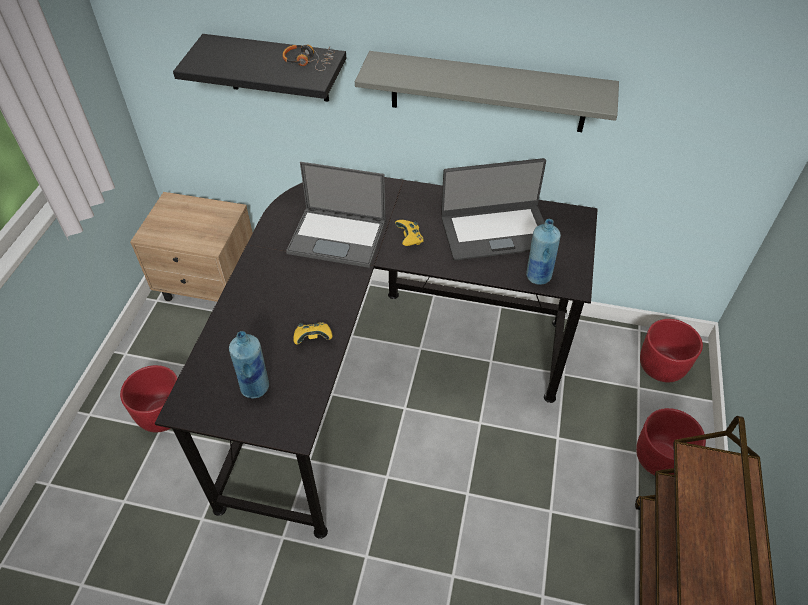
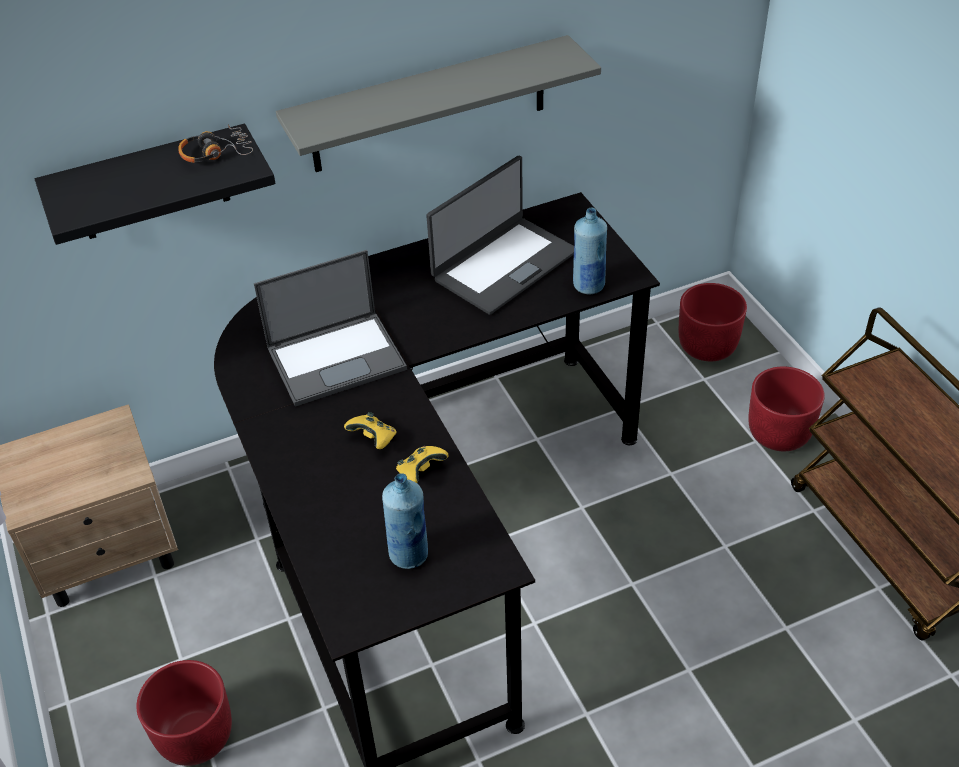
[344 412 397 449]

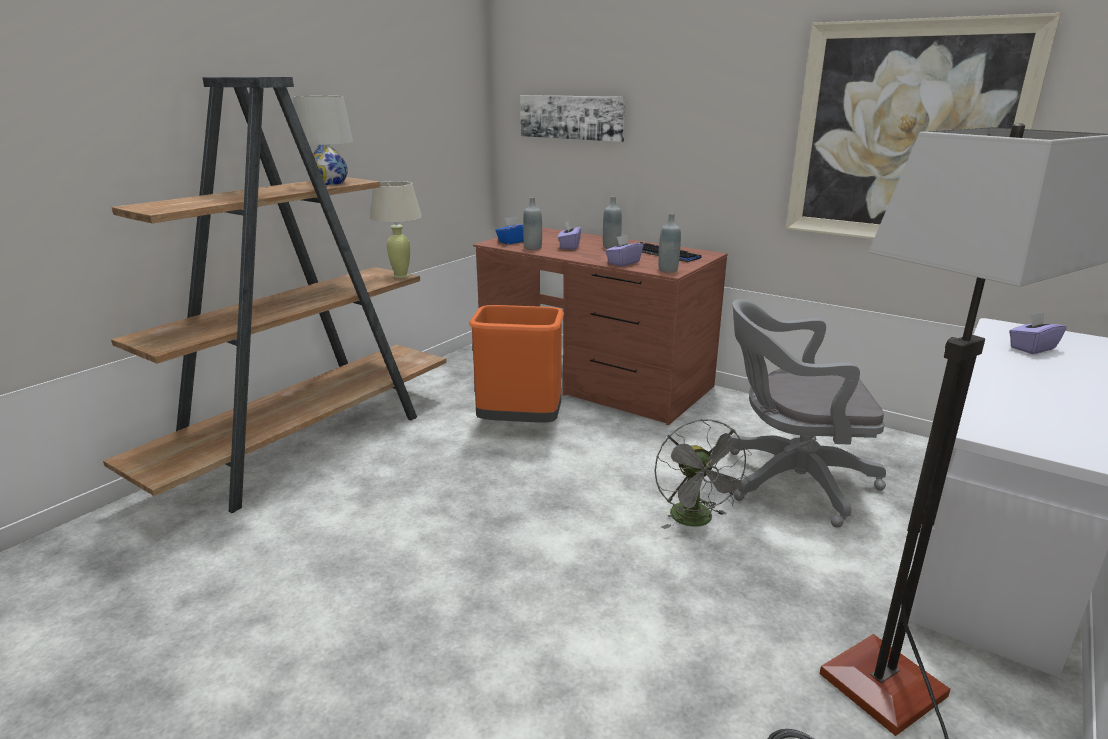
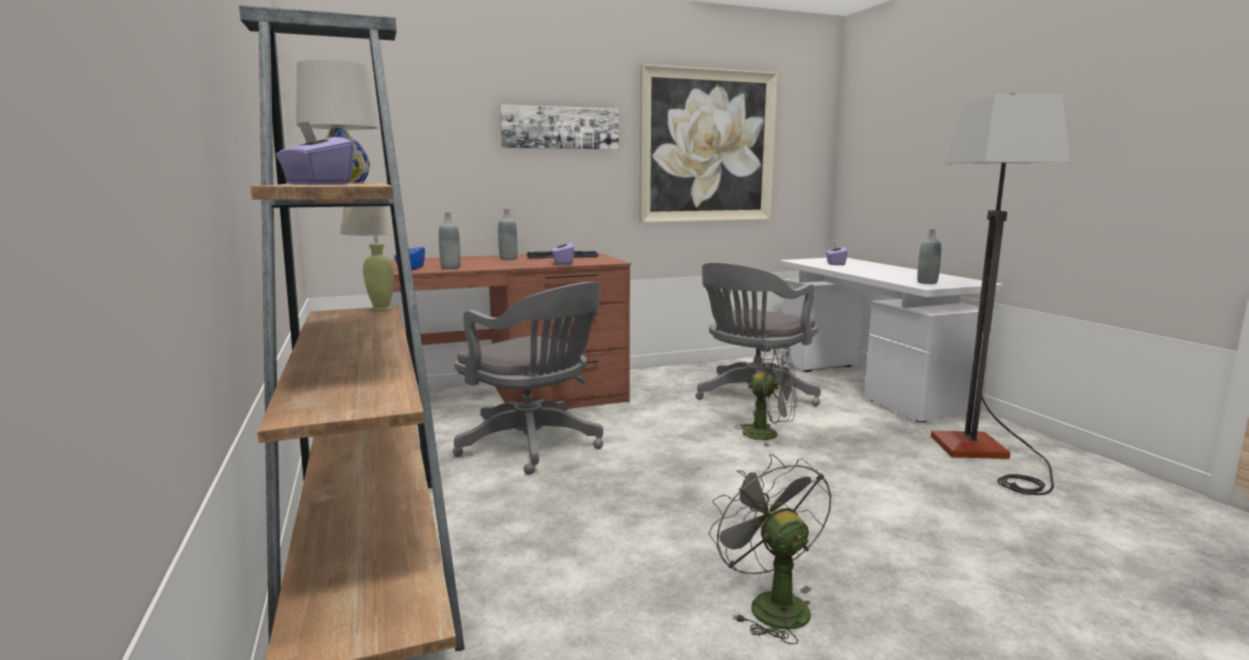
[452 282 603 475]
[500 104 619 150]
[276 121 354 185]
[917 229 941 284]
[708 454 832 644]

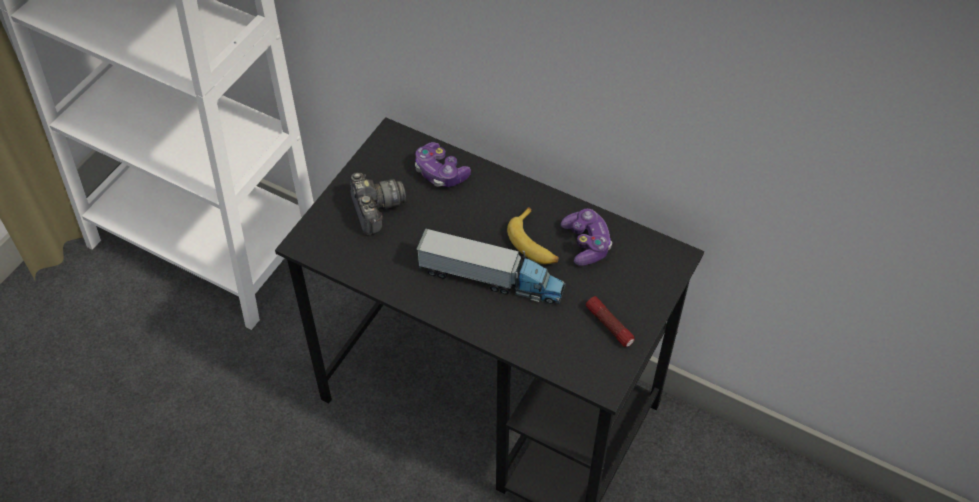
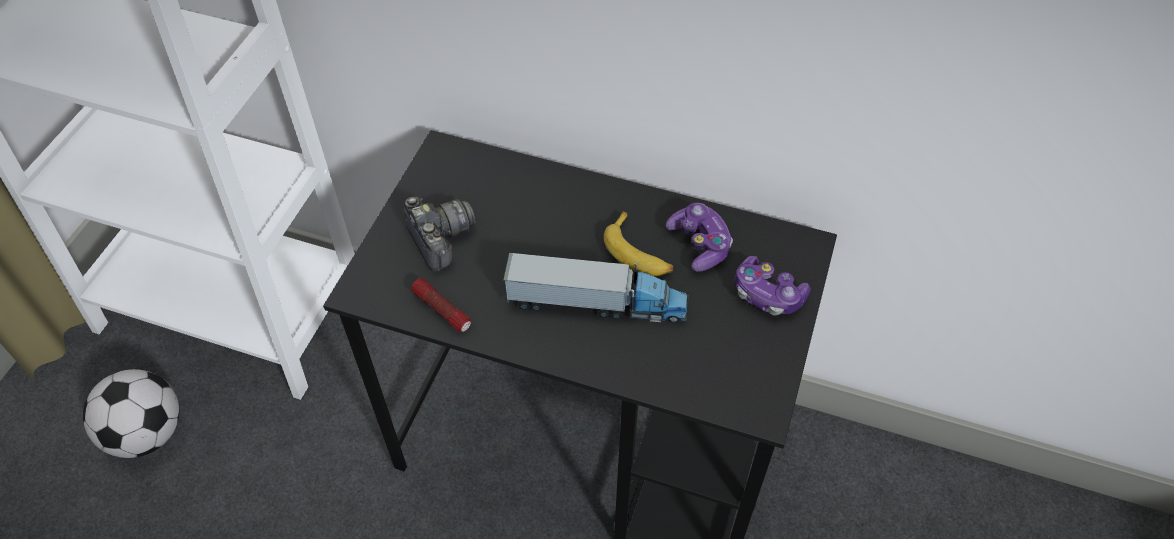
[734 256 810 316]
[411 278 471 332]
[83 369 179 458]

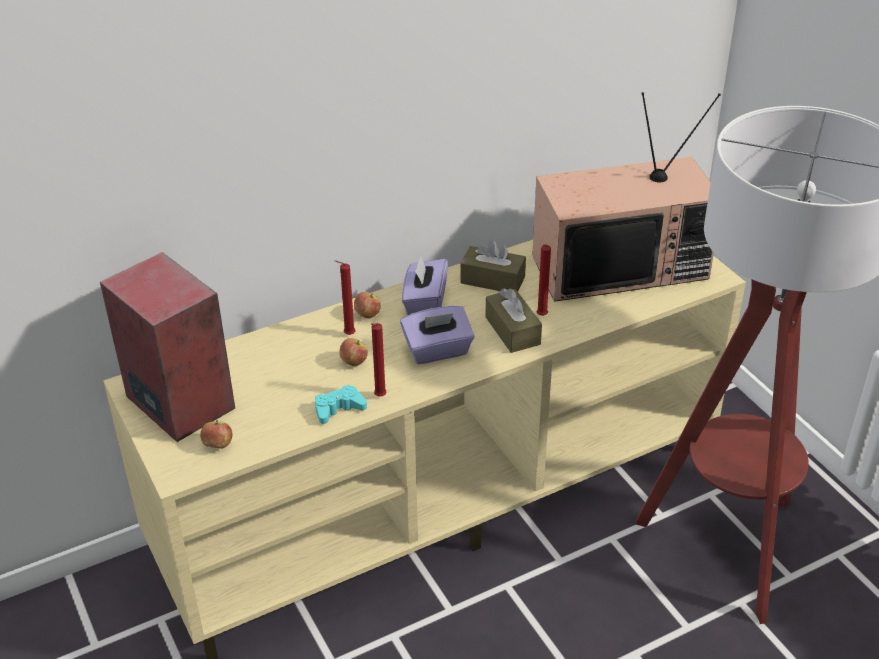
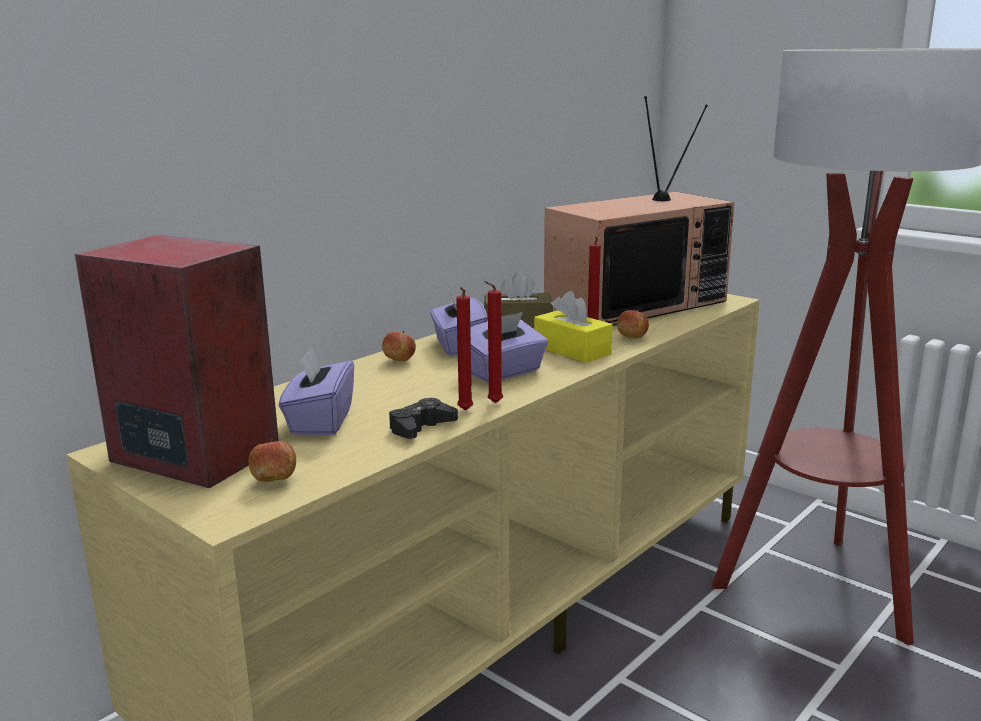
[389 398 458 439]
[484 281 503 403]
[617 310 649 338]
[534 291 613 363]
[279 348 354 435]

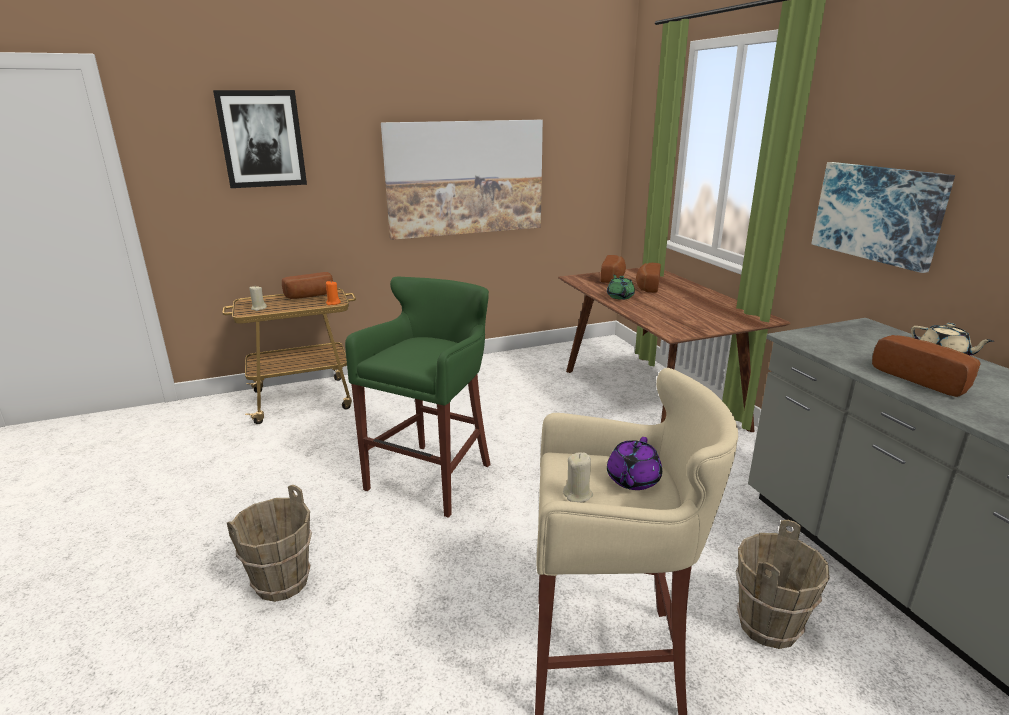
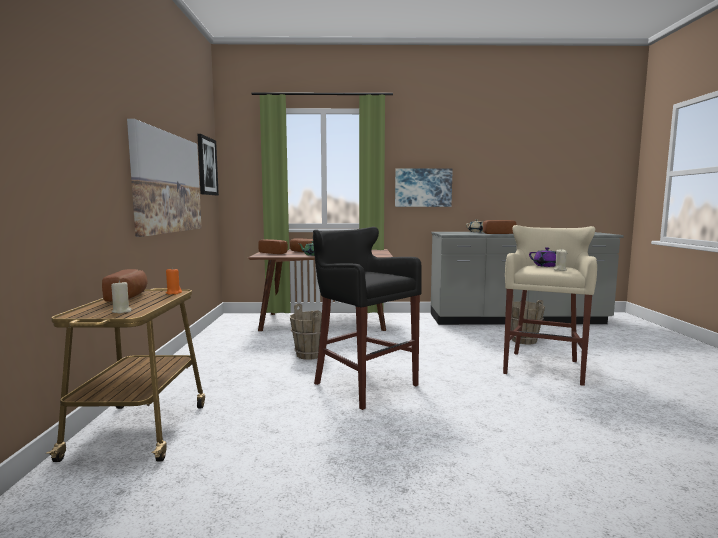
[198 134 219 195]
[290 304 322 360]
[313 227 422 410]

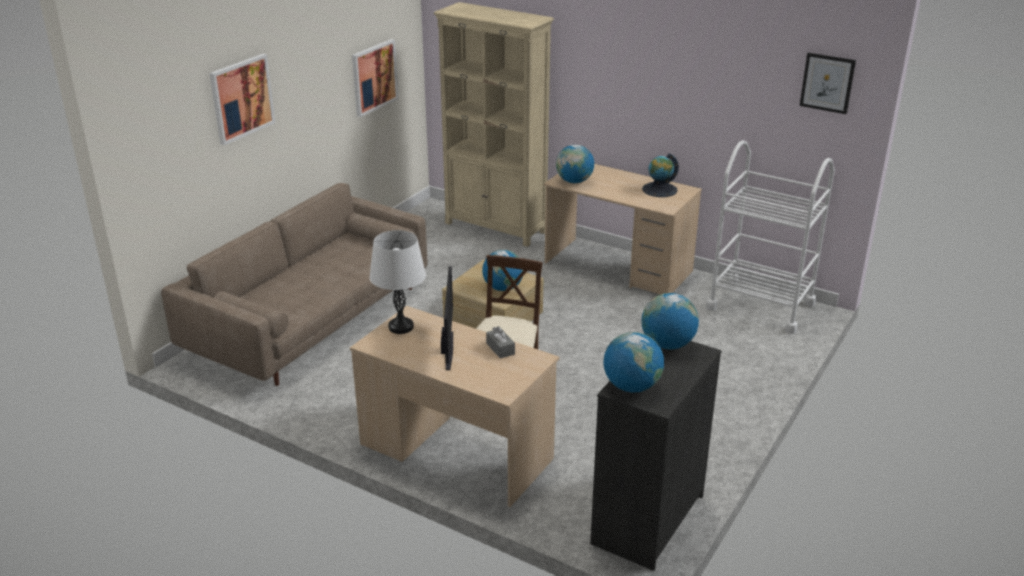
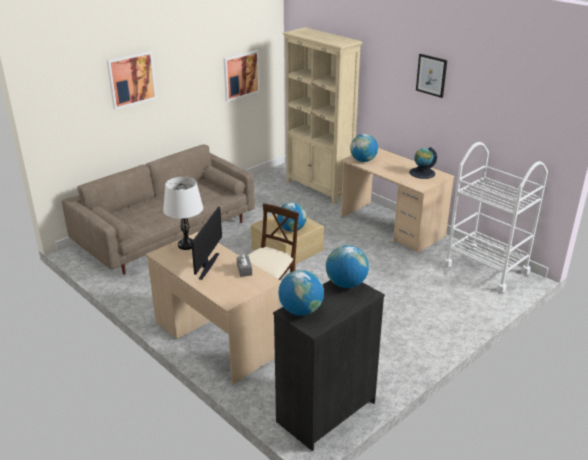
[416 54 447 98]

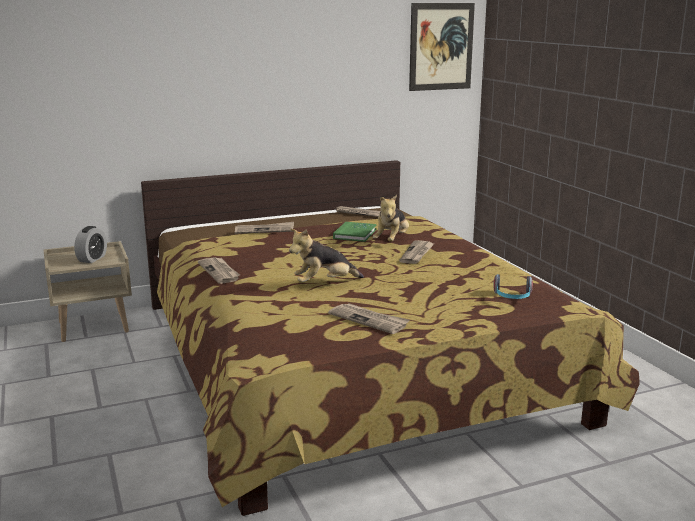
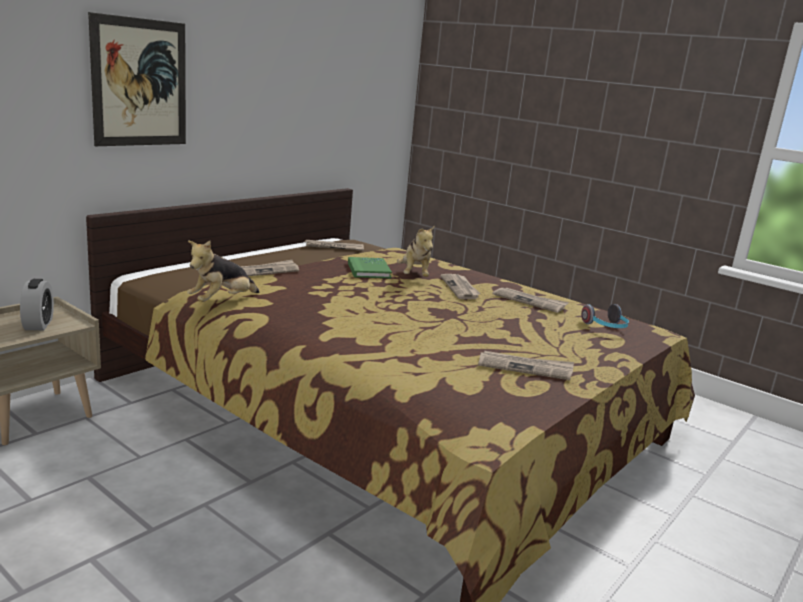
[492 288 569 313]
[188 241 259 302]
[88 12 186 146]

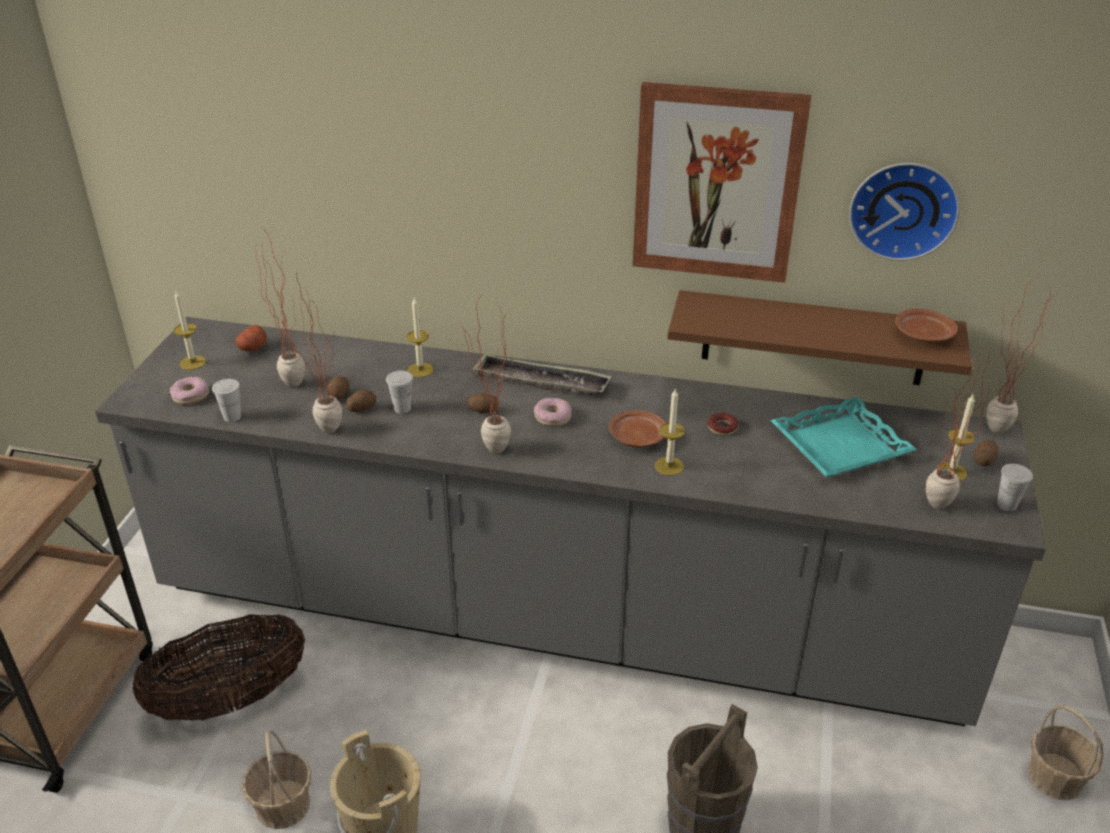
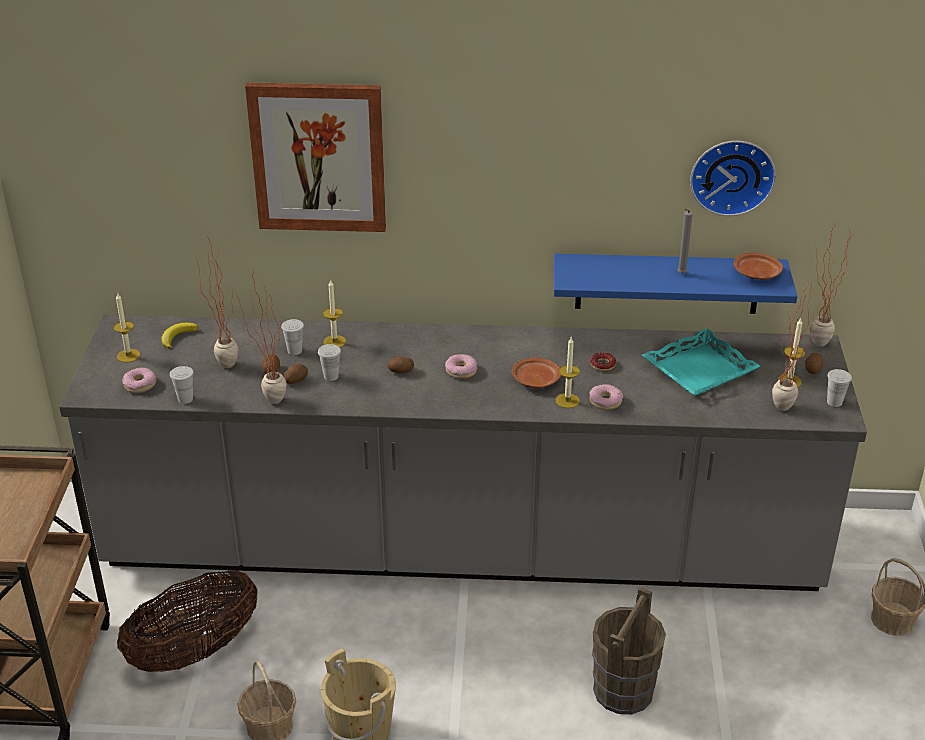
[161 323 198 349]
[461 297 511 454] (first image)
[473 353 612 395] (first image)
[245 82 386 232]
[554 254 798 314]
[281 319 304 355]
[589 384 623 410]
[677 209 693 274]

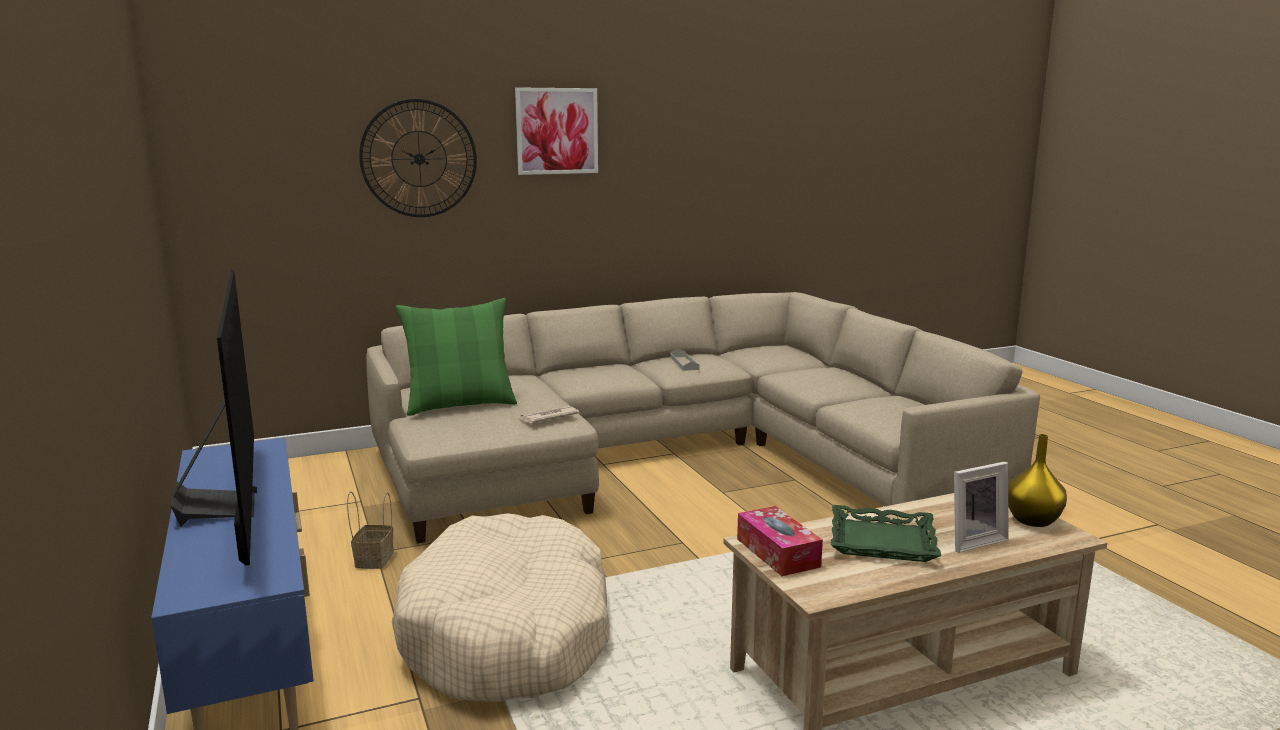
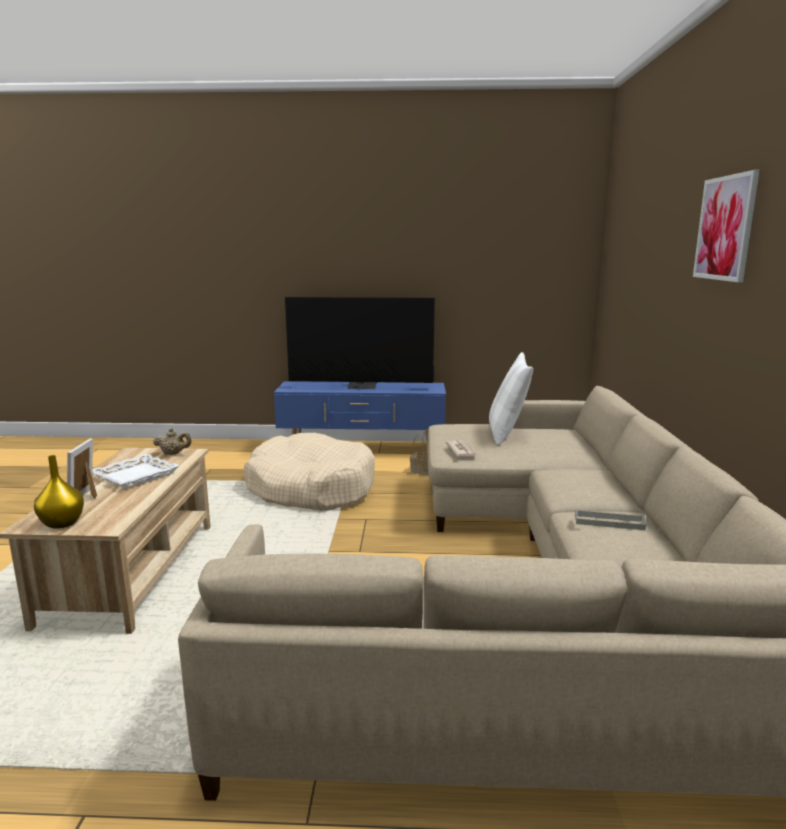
[359 99 477 217] (first image)
[489 352 533 445]
[153 428 192 455]
[92 454 180 489]

